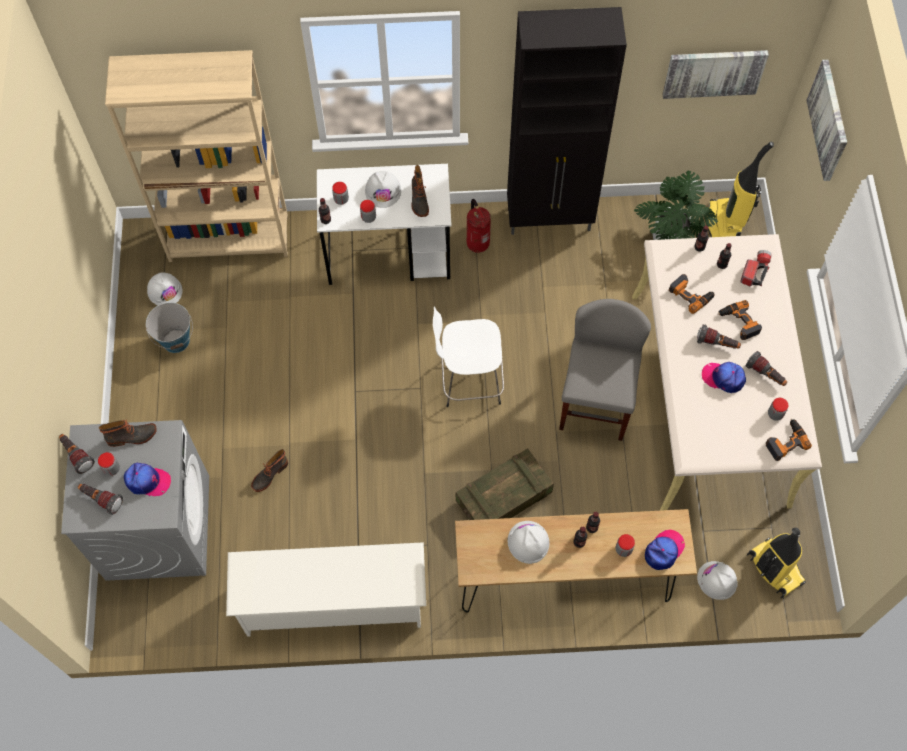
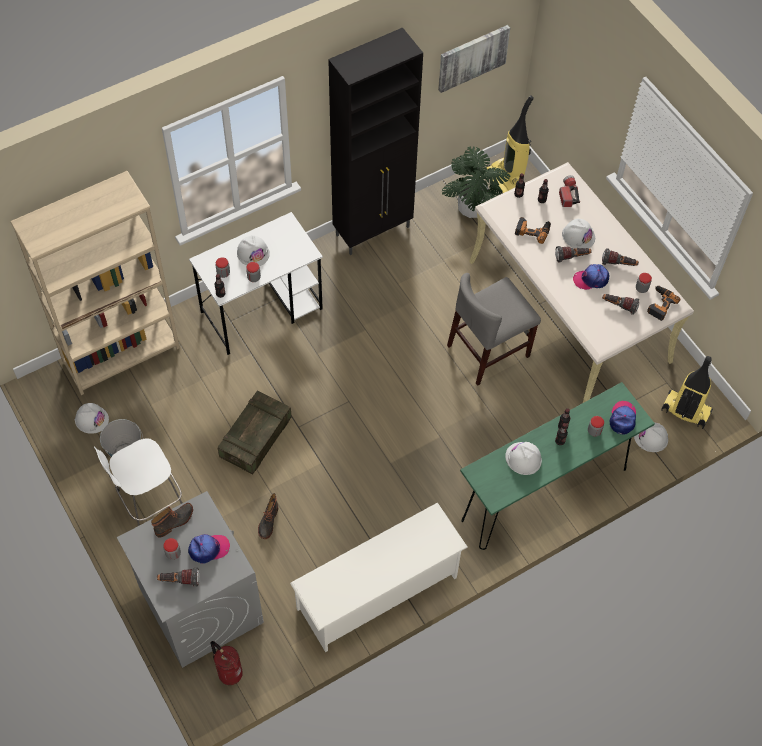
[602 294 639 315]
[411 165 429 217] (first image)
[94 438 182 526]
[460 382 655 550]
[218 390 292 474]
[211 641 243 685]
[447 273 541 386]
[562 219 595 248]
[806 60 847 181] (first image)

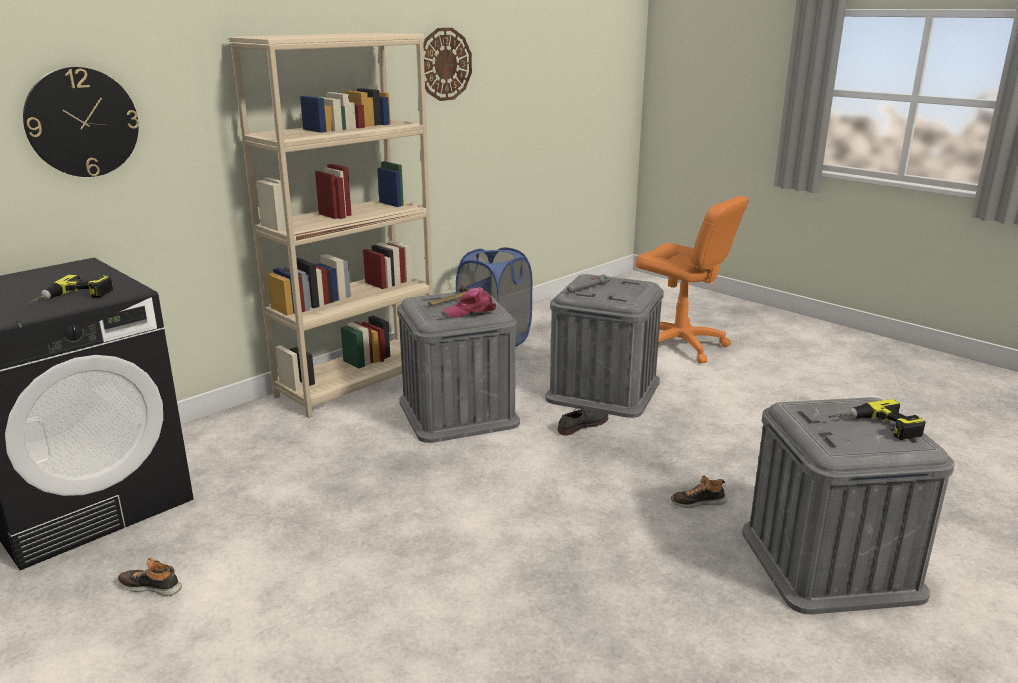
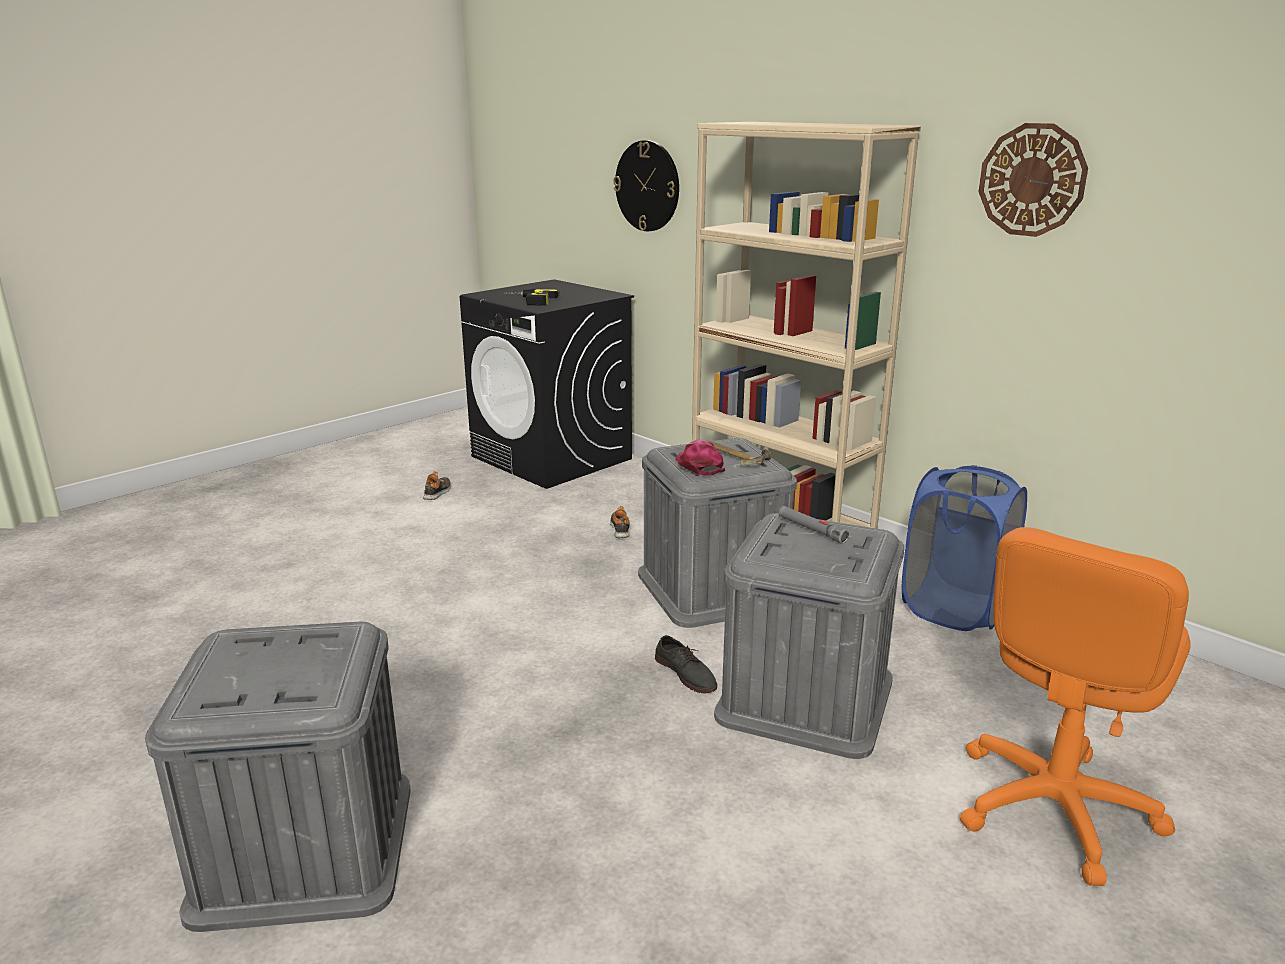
[610 506 630 538]
[829 399 926 440] (first image)

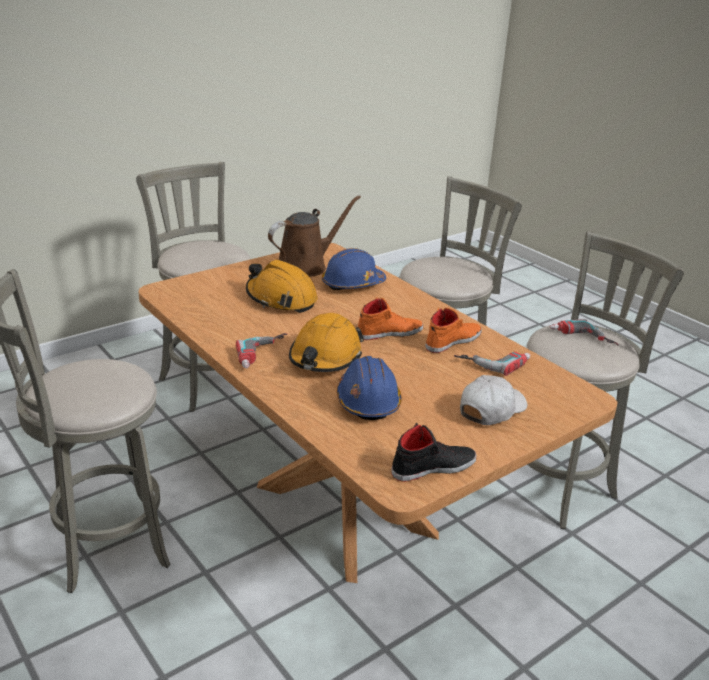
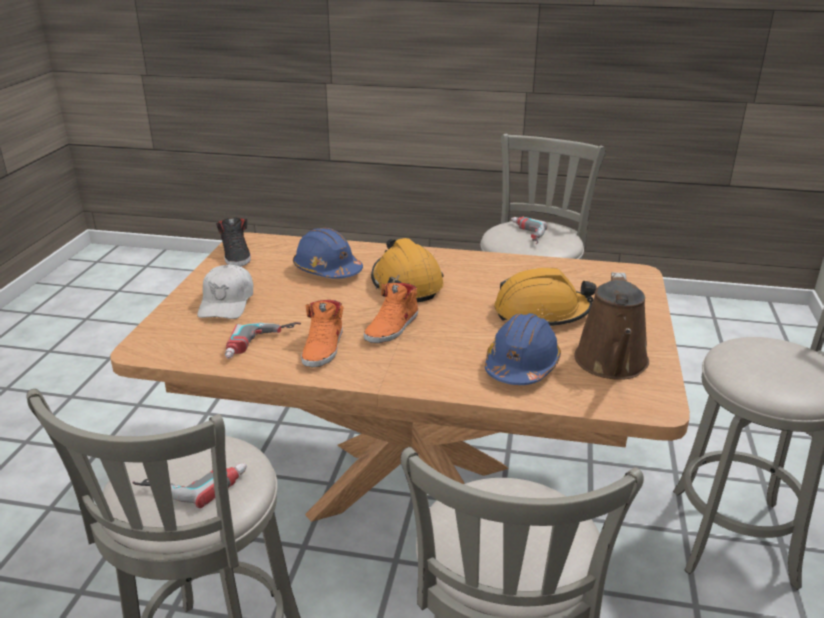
[511 217 547 245]
[216 217 251 266]

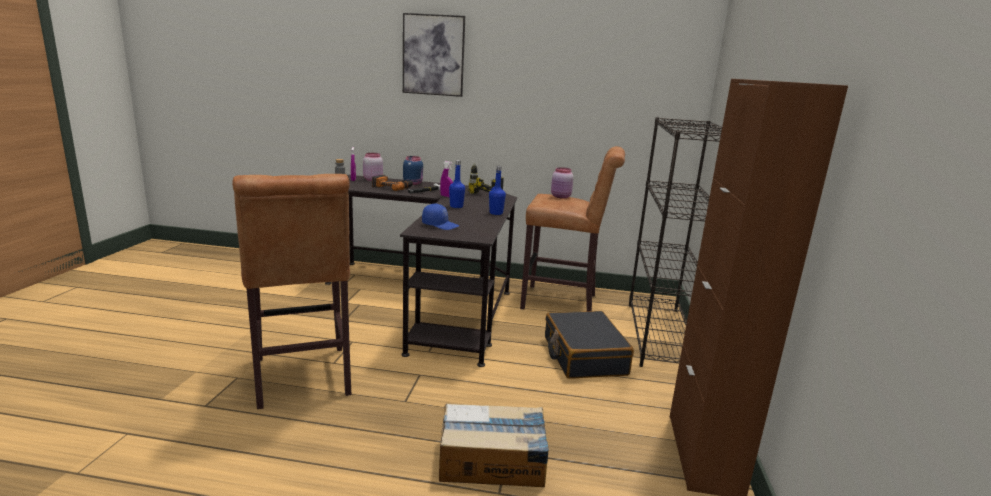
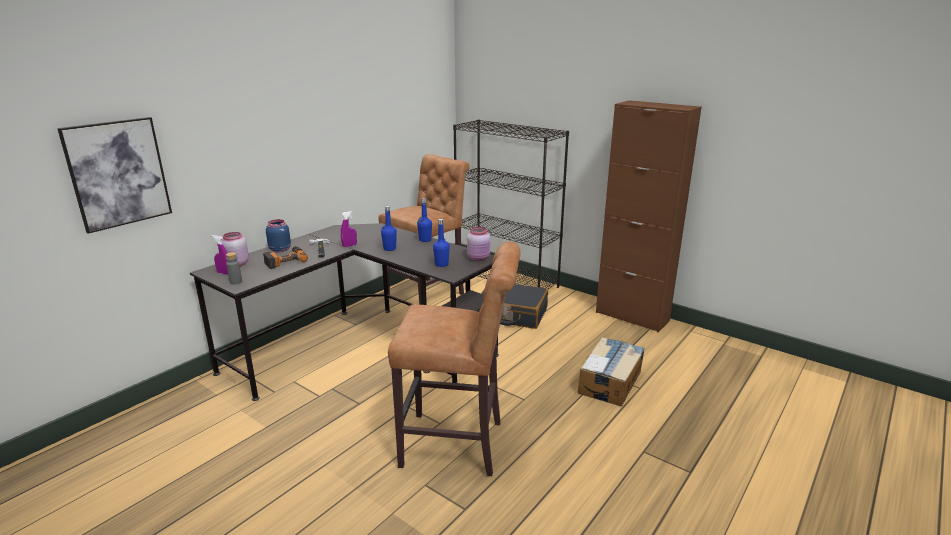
[57 117 172 234]
[433 219 450 267]
[468 163 504 194] (first image)
[467 227 490 261]

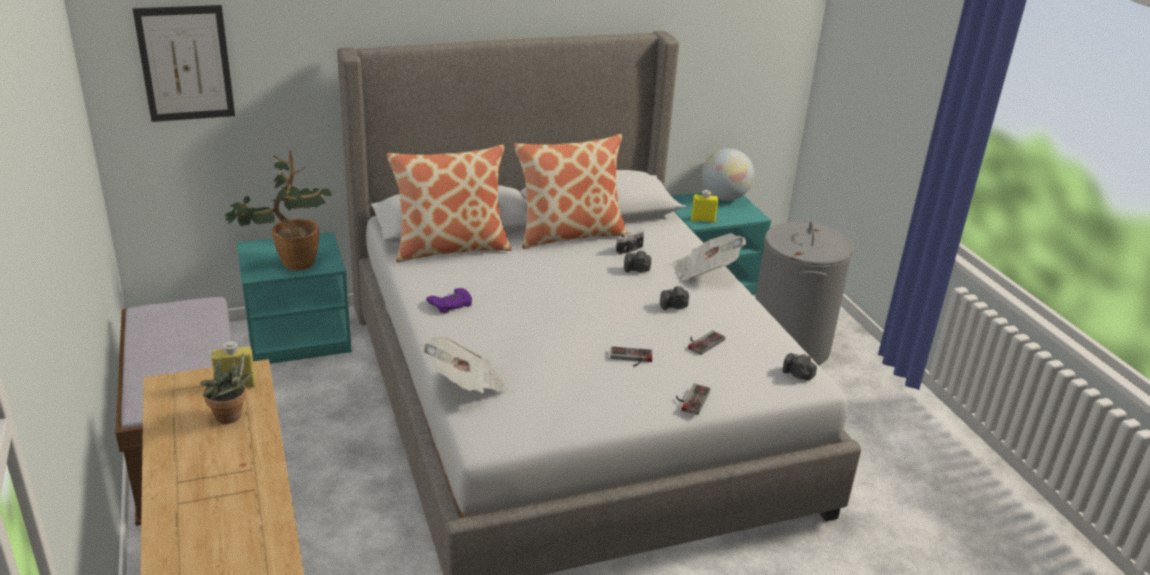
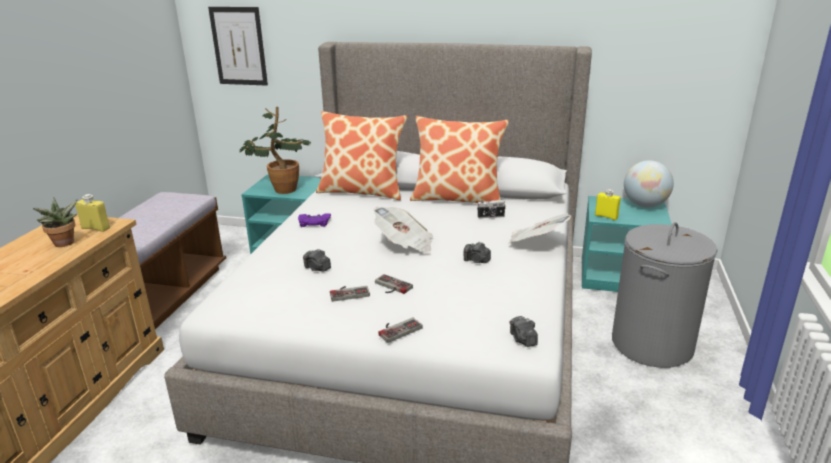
[374 207 433 254]
[303 249 331 272]
[330 286 370 302]

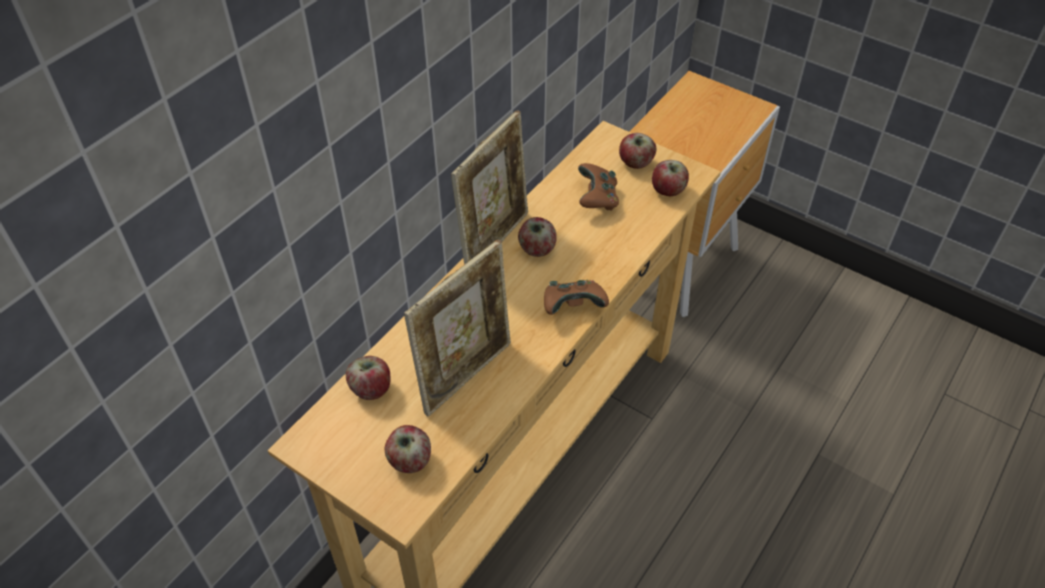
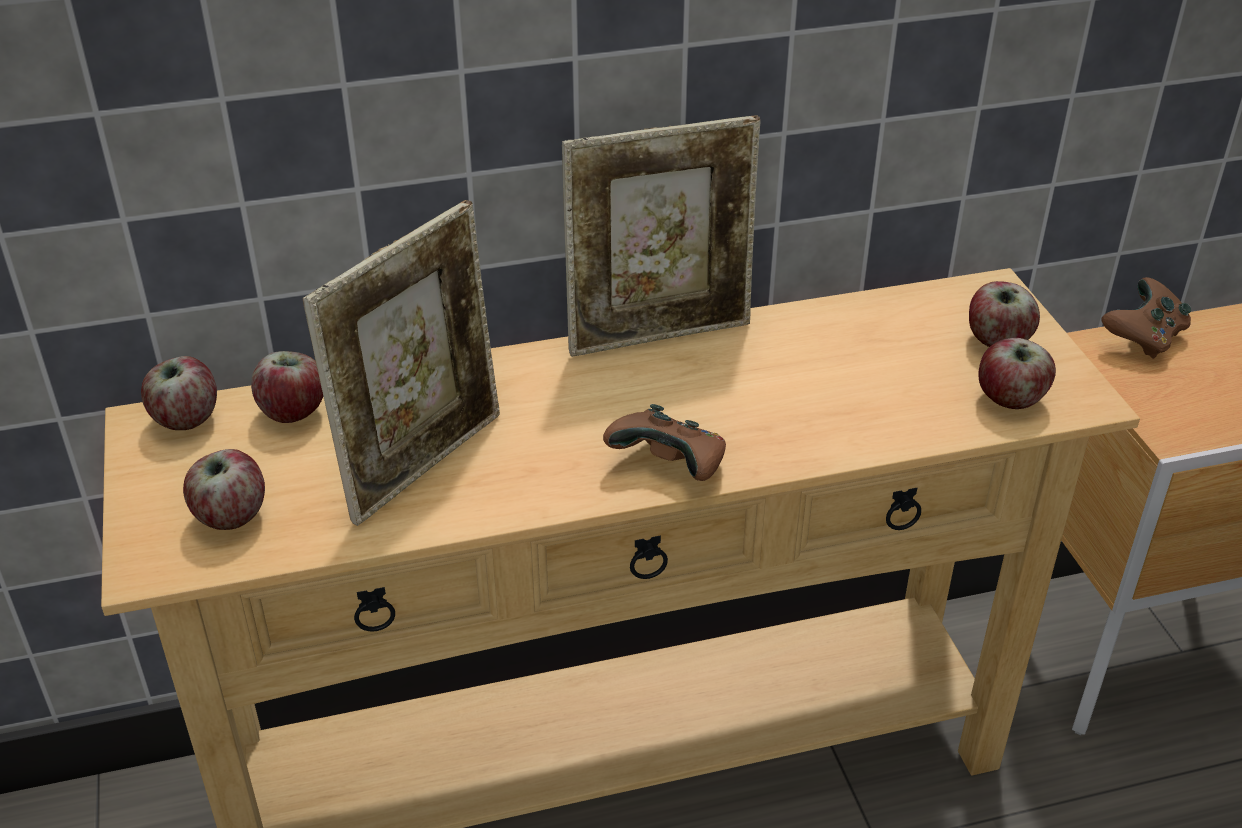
[303 200 500 526]
[141 356 217 430]
[1102 277 1191 359]

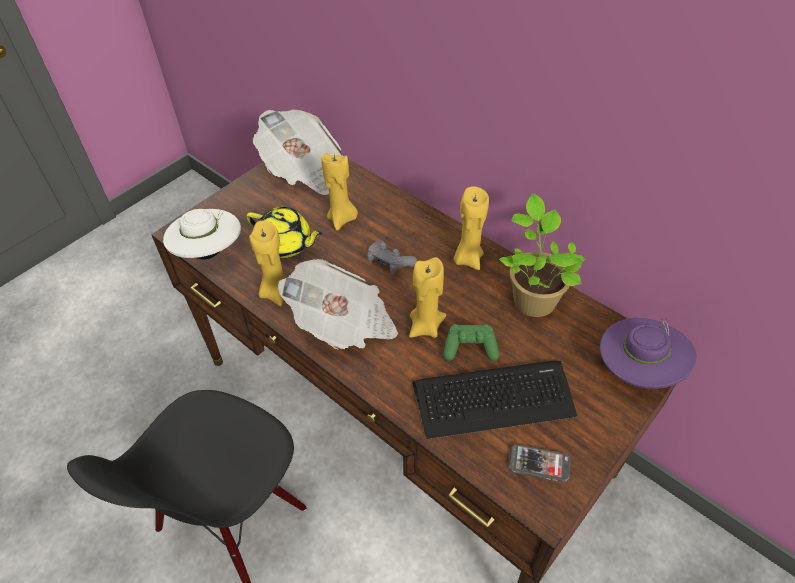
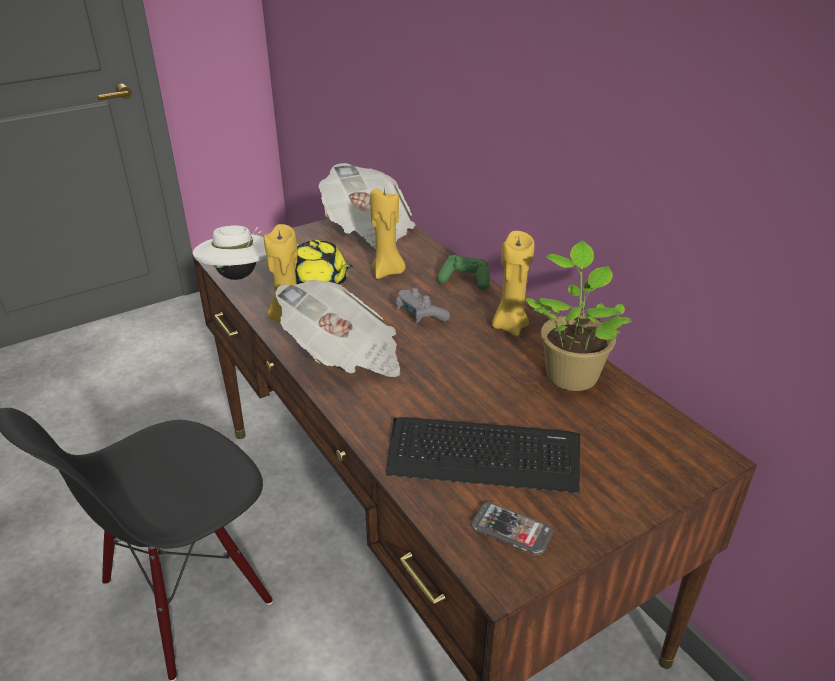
[409 257 446 338] (first image)
[437 255 489 290]
[600 318 697 389] (first image)

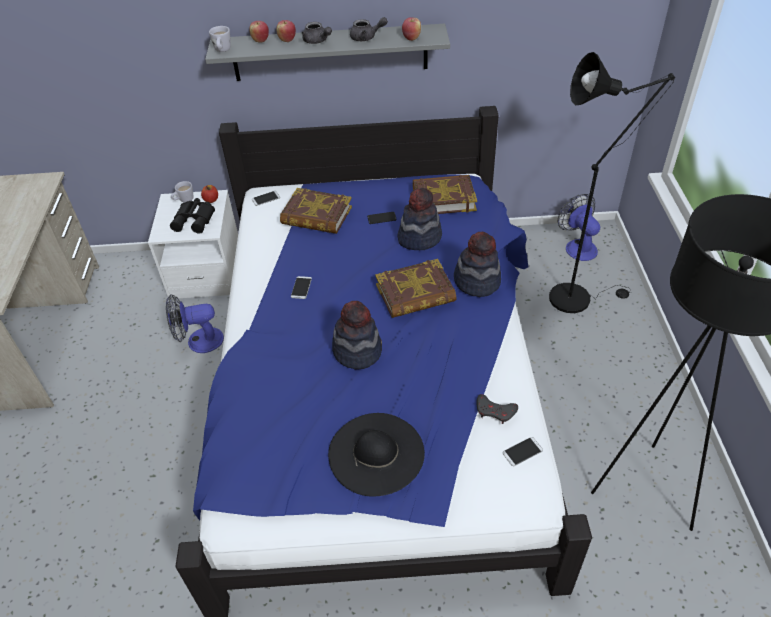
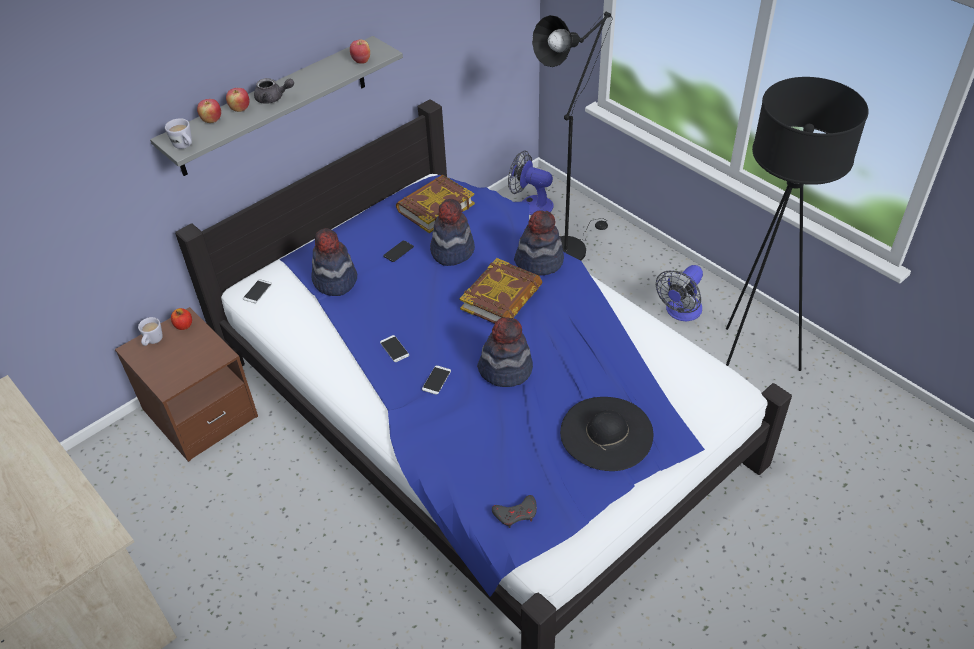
[115 307 258 462]
[656 265 703 321]
[170 198 215 234] (first image)
[311 228 357 296]
[350 17 388 41] (first image)
[492 495 537 528]
[422 365 451 395]

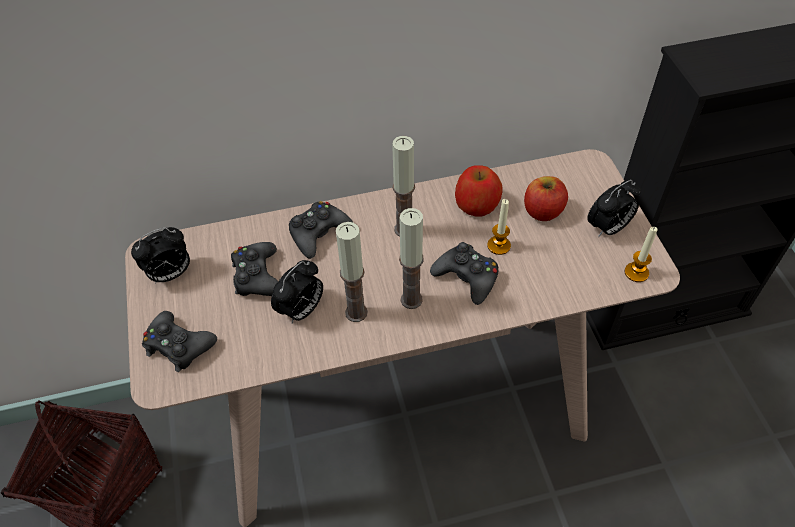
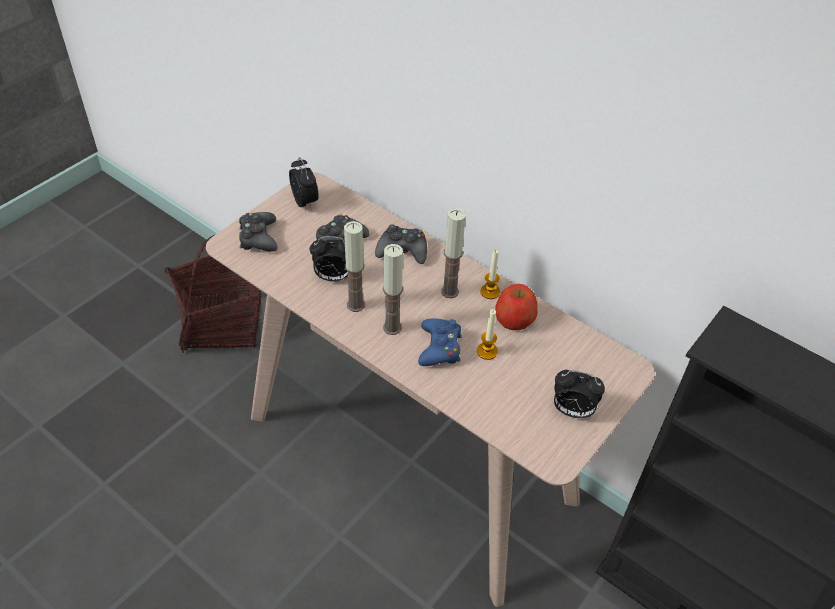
[289 157 319 210]
[418 318 462 366]
[524 176 568 221] (first image)
[480 250 500 299]

